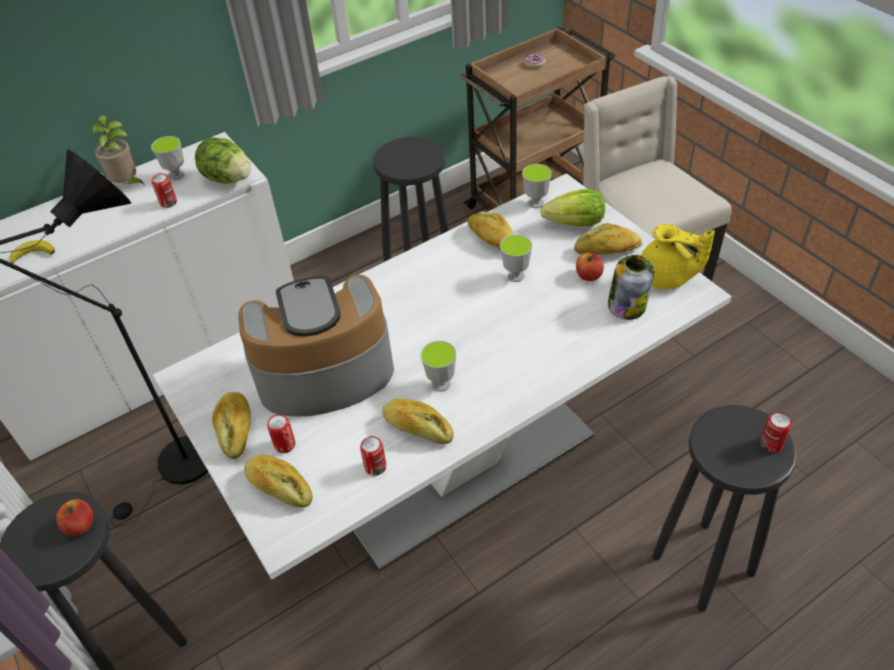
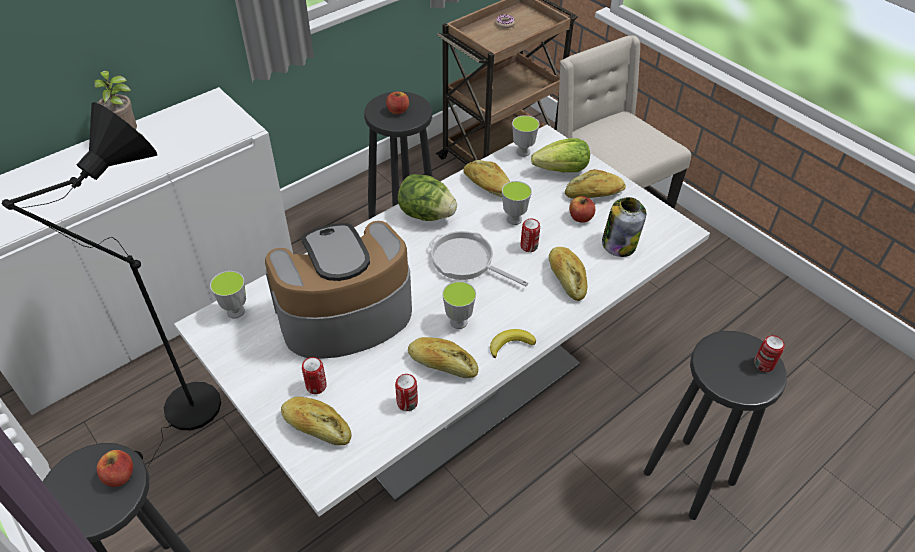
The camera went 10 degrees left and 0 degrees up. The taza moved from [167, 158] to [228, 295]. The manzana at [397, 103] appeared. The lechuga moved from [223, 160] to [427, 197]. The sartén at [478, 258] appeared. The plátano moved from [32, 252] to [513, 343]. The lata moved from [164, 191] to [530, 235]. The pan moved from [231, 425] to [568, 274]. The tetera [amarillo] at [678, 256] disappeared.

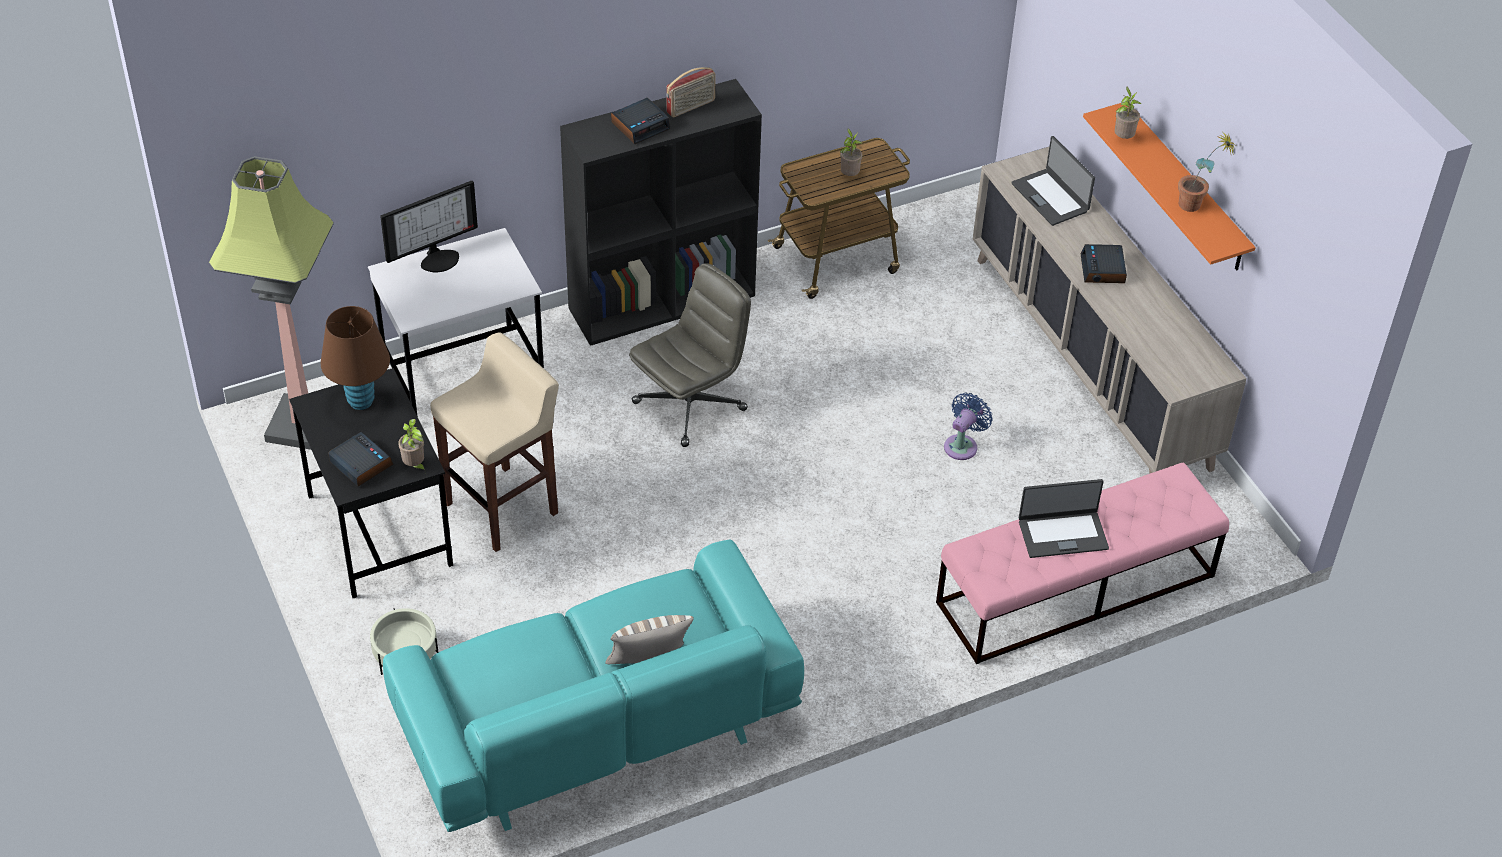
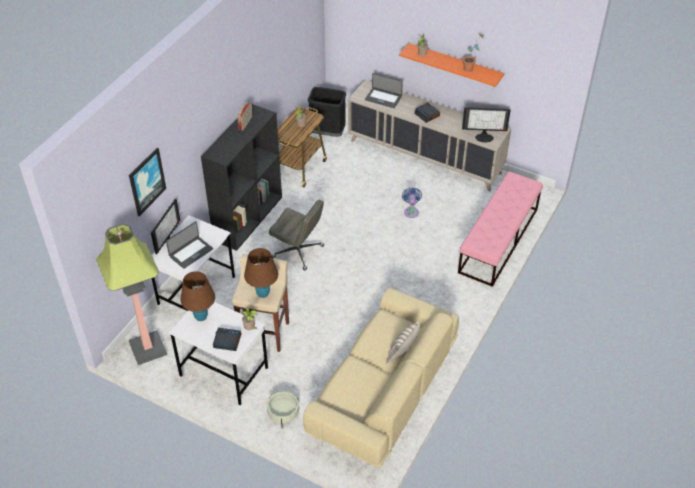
The camera went 35 degrees left and 0 degrees up. The cuadro at [147, 182] appeared. The portátil moved from [1064, 518] to [189, 245]. The escritorio [negro] at [371, 483] became the escritorio [blanco] at [218, 353]. The lámpara de mesa [marrón] at [261, 273] appeared. The silla de oficina [gris] at [690, 355] turned 105 degrees clockwise. The sofá [turquesa] at [593, 686] became the sofá [beis] at [381, 378]. The papelera [negro] at [327, 112] appeared. The monitor at [486, 125] appeared. The despertador at [640, 121] disappeared.

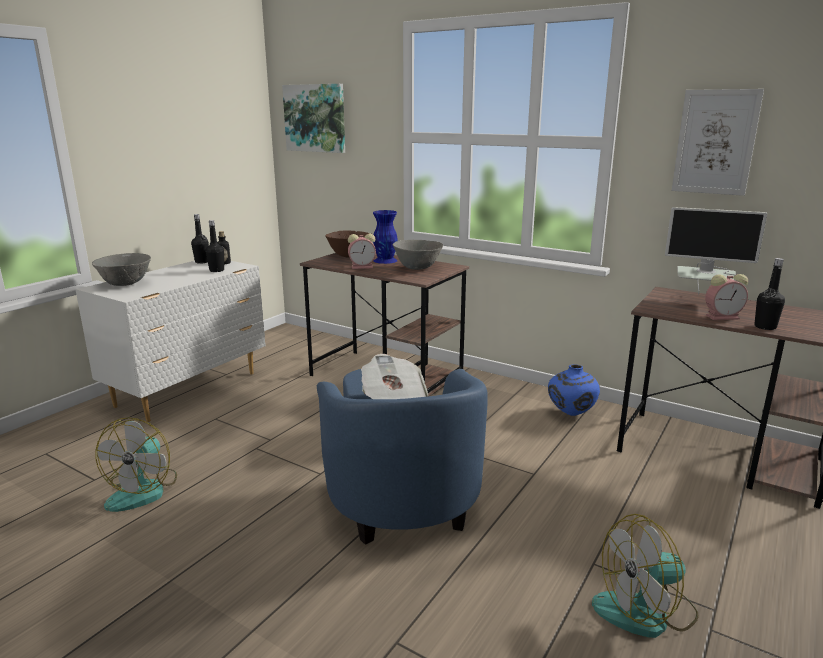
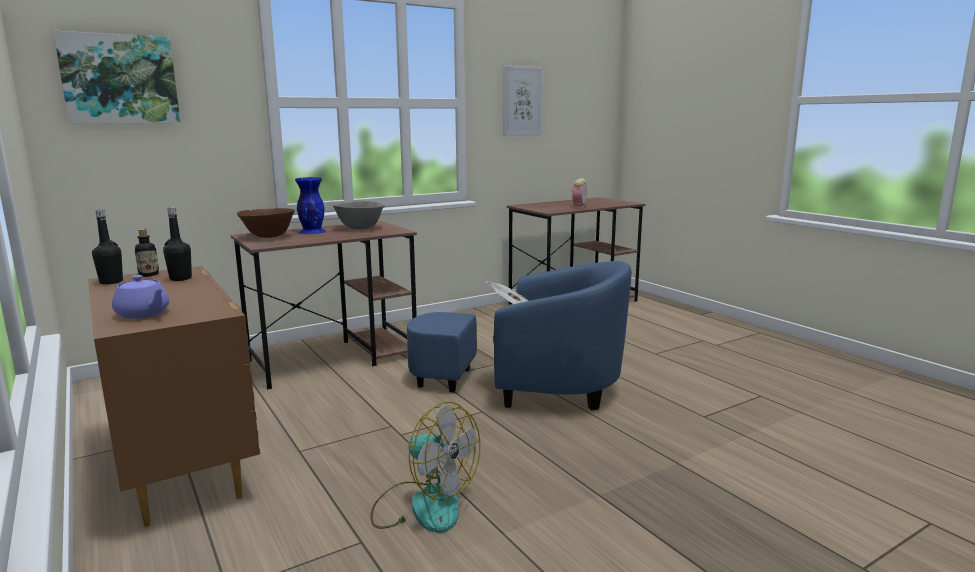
The camera went 65 degrees left and 5 degrees down. The cómoda [blanco] at [170, 341] became the cómoda [marrón] at [174, 396]. The cuenco [gris] at [121, 269] was replaced by the tetera [morado] at [140, 296]. The despertador at [362, 251] disappeared. The florero [azul] at [574, 390] disappeared. The ventilador at [645, 576] disappeared. The monitor at [716, 251] disappeared. The botella [negro] at [769, 294] disappeared.

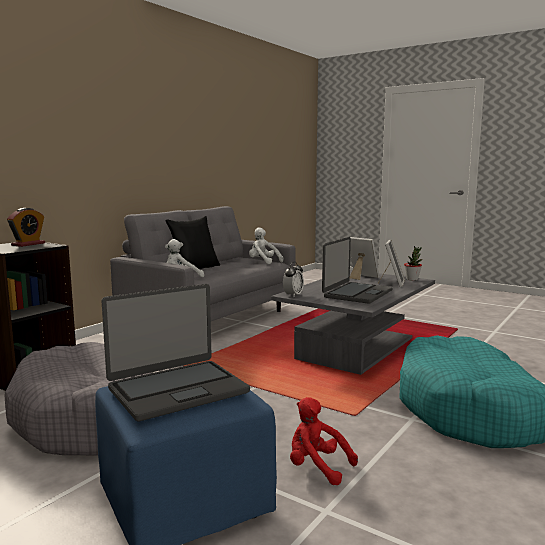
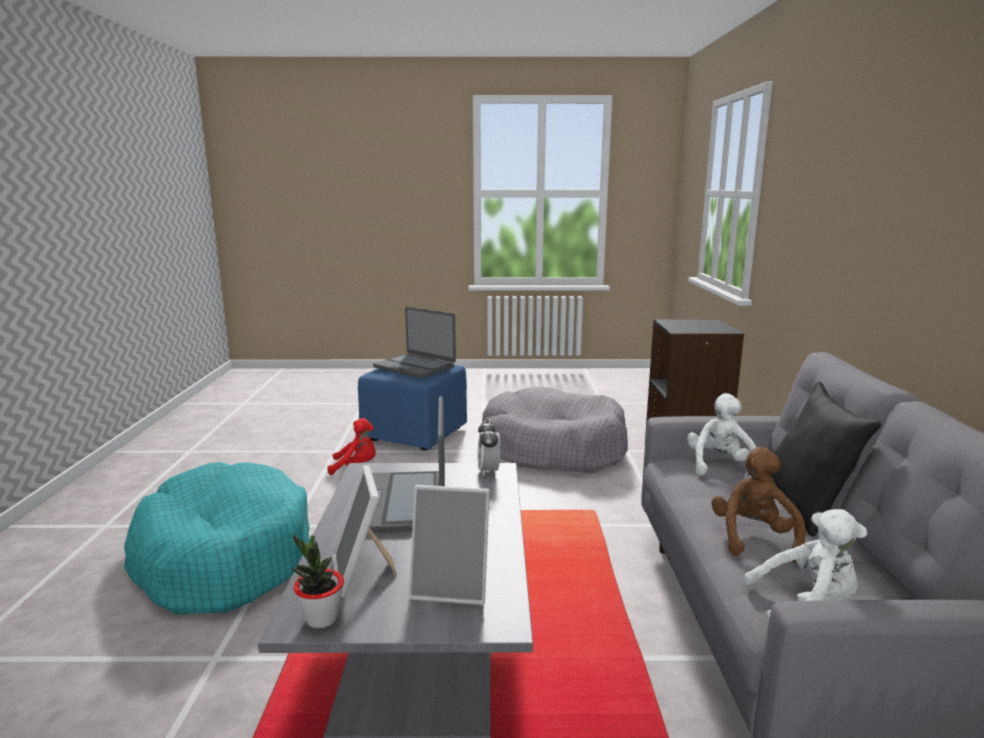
The camera went 145 degrees right and 5 degrees up. The portátil at [176, 352] turned 75 degrees counterclockwise. The peluche [marrón] at [759, 505] appeared. The despertador at [26, 227] disappeared.

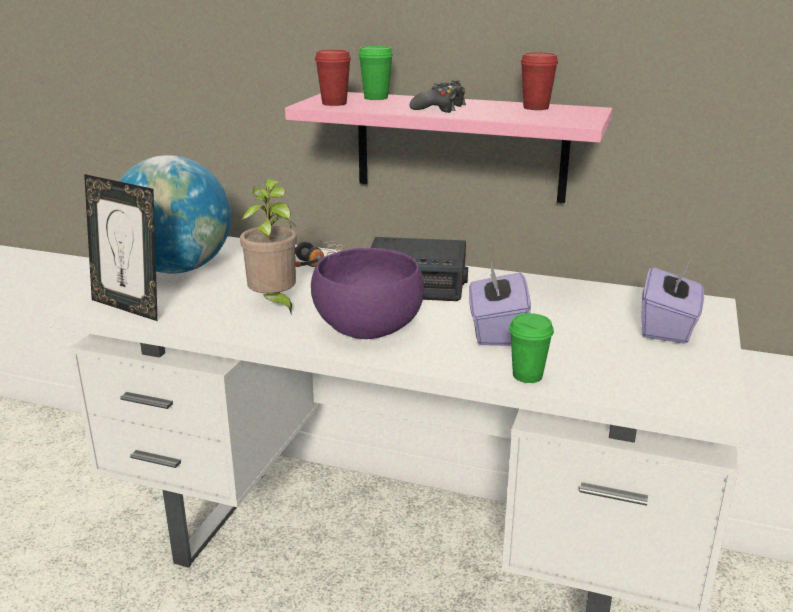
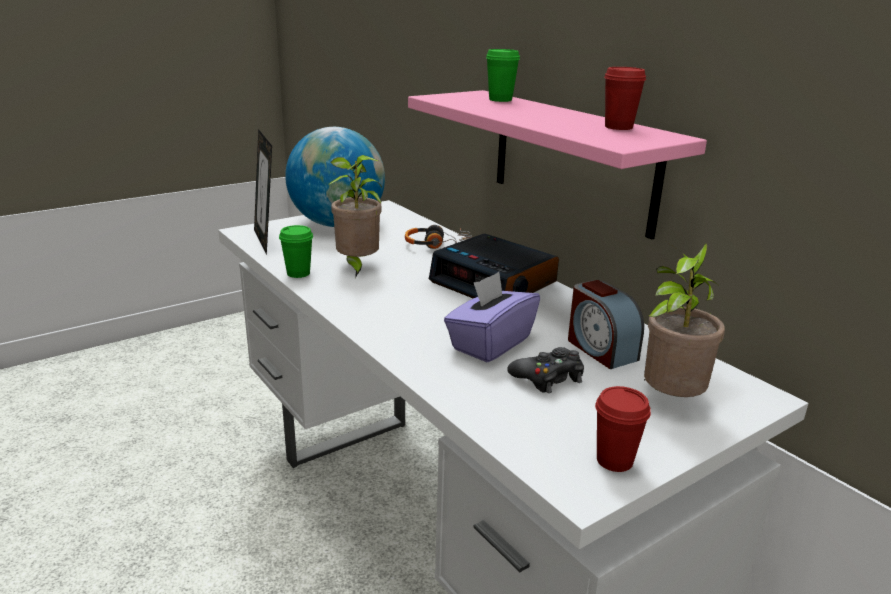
The camera went 35 degrees right and 0 degrees up. The taza [verde] moved from [531, 348] to [296, 251]. The mando de consola [negro] moved from [437, 96] to [545, 370]. The despertador at [606, 324] appeared. The taza [rojo] moved from [333, 78] to [623, 429]. The caja de pañuelos [morado] at [672, 302] was replaced by the planta en maceta at [684, 319]. The cuenco [morado] at [367, 293] disappeared.

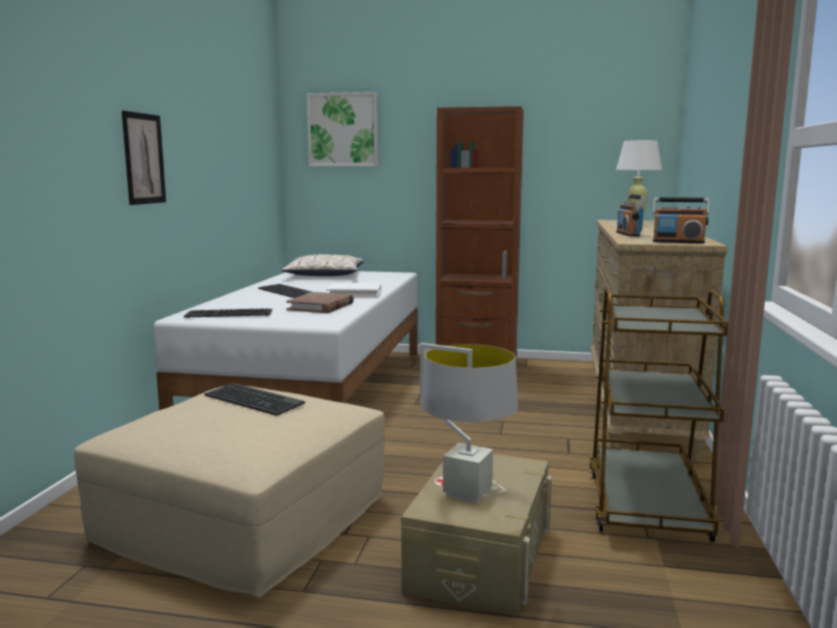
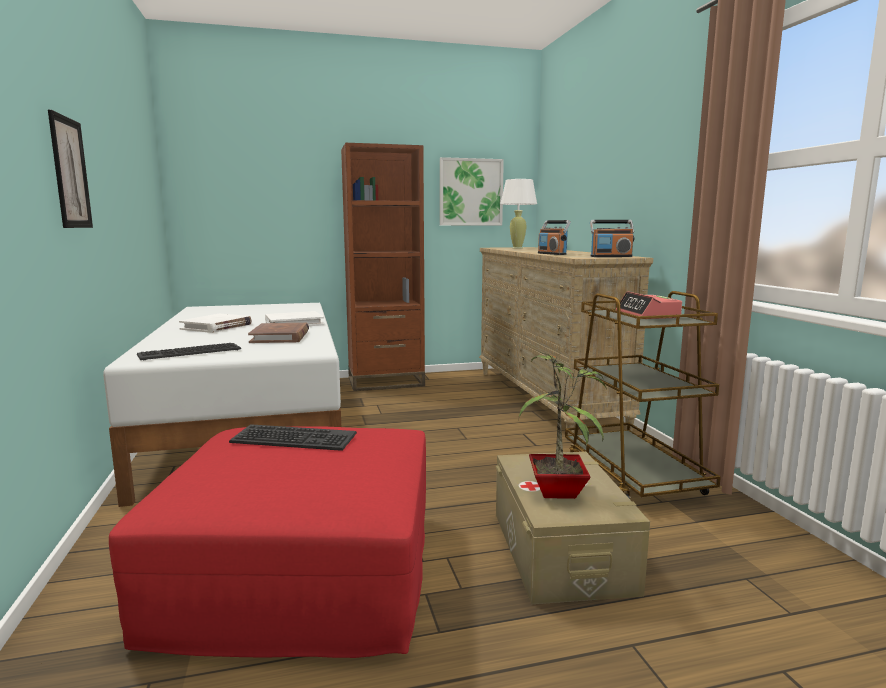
The camera went 25 degrees left and 0 degrees up. The puf [beis] at [229, 492] became the puf [rojo] at [267, 542]. The teclado at [285, 291] was replaced by the libro [blanco] at [215, 323]. The cuadro moved from [342, 129] to [472, 191]. The lámpara de mesa [gris] at [469, 423] was replaced by the planta en maceta at [563, 425]. The despertador at [649, 305] appeared. The cojín at [322, 265] disappeared.

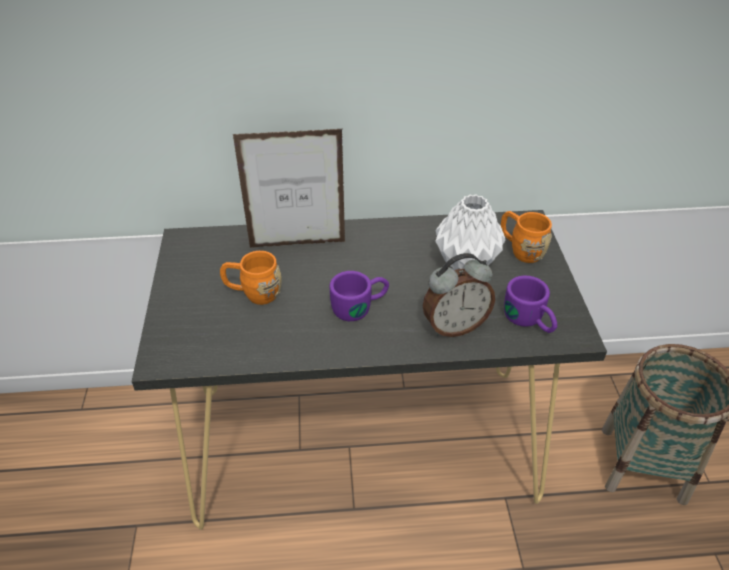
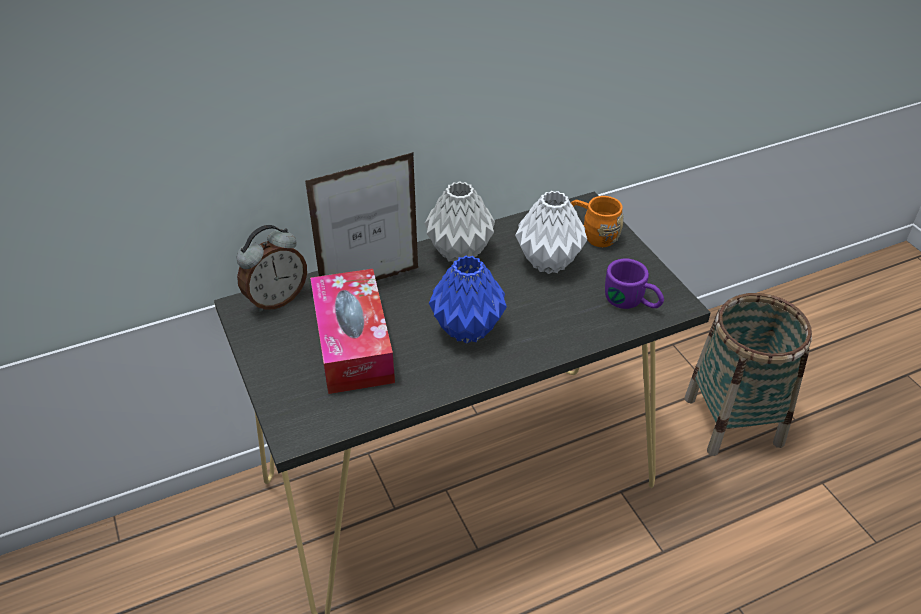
The camera went 20 degrees left and 0 degrees up. The despertador moved from [459, 295] to [271, 268]. The taza grande [naranja] at [251, 278] was replaced by the caja de pañuelos at [352, 331]. The florero [gris] at [460, 221] appeared. The taza grande [morado] at [359, 296] was replaced by the florero [azul] at [468, 299].

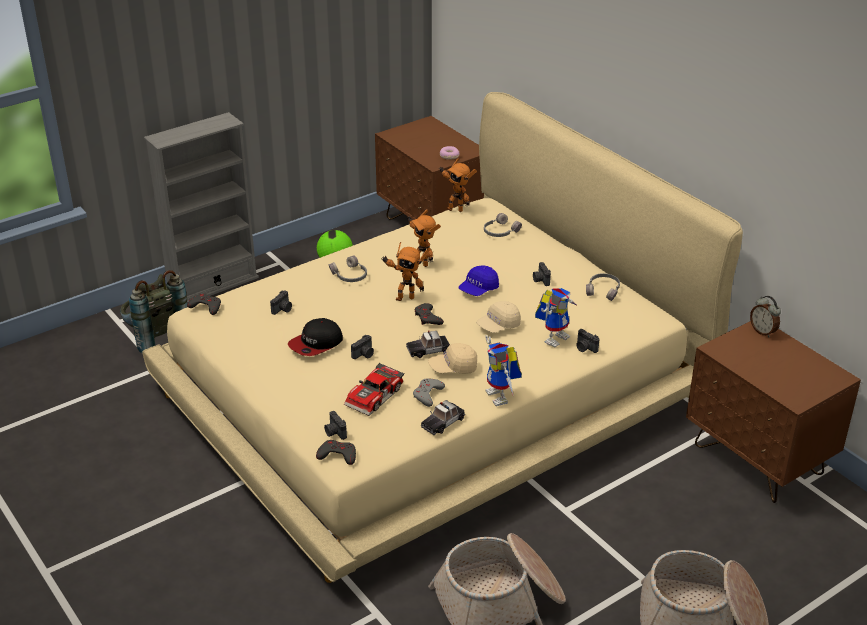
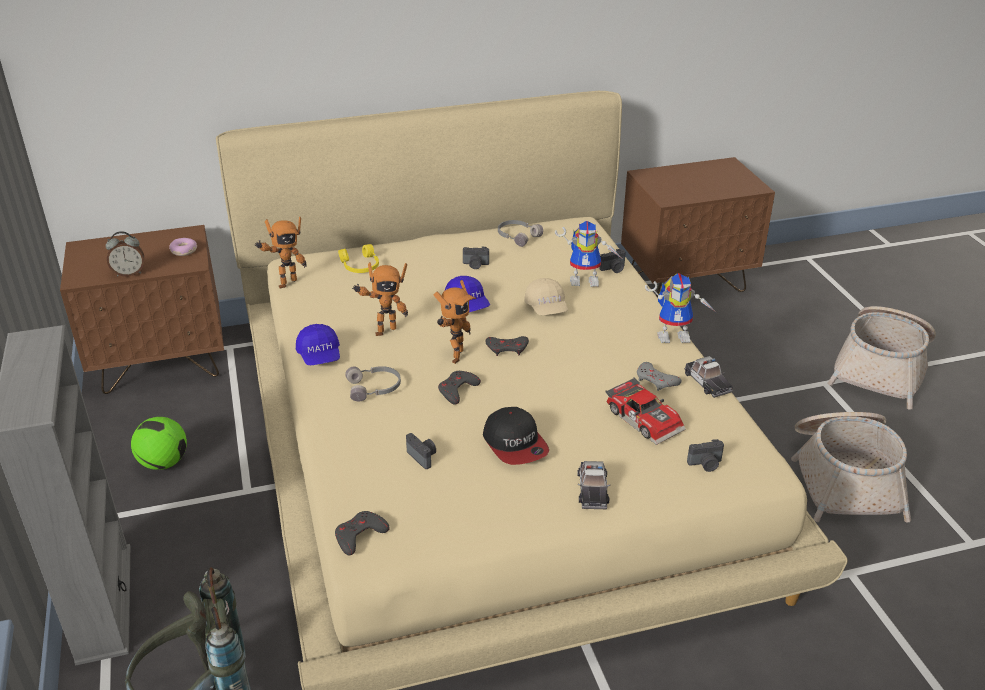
The camera went 70 degrees left and 0 degrees up. The despertador moved from [765, 317] to [125, 253]. The gorra [azul] at [318, 344] appeared. The auriculares [gris] at [503, 225] became the auriculares [amarillo] at [358, 258]. The mando de consola [gris] moved from [336, 452] to [459, 387]. The robot de juguete at [556, 318] turned 120 degrees clockwise. The coche de juguete moved from [428, 344] to [594, 485]. The cámara at [362, 347] disappeared. The gorra [beis] at [452, 358] disappeared.

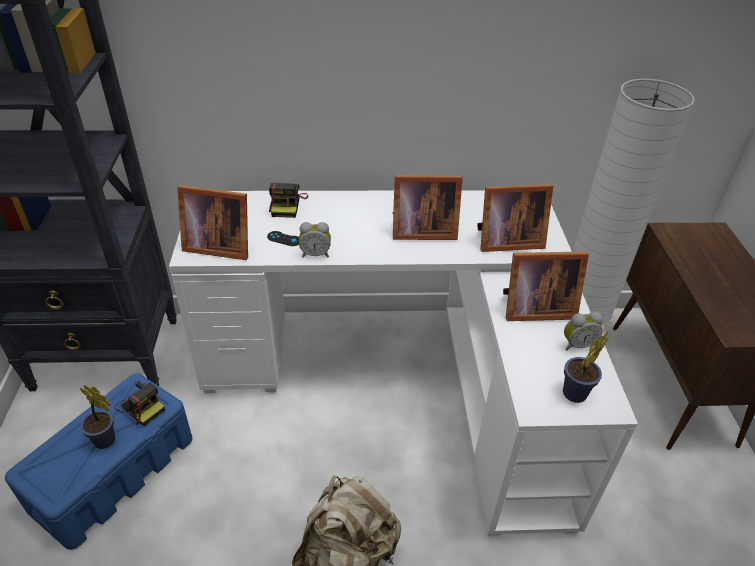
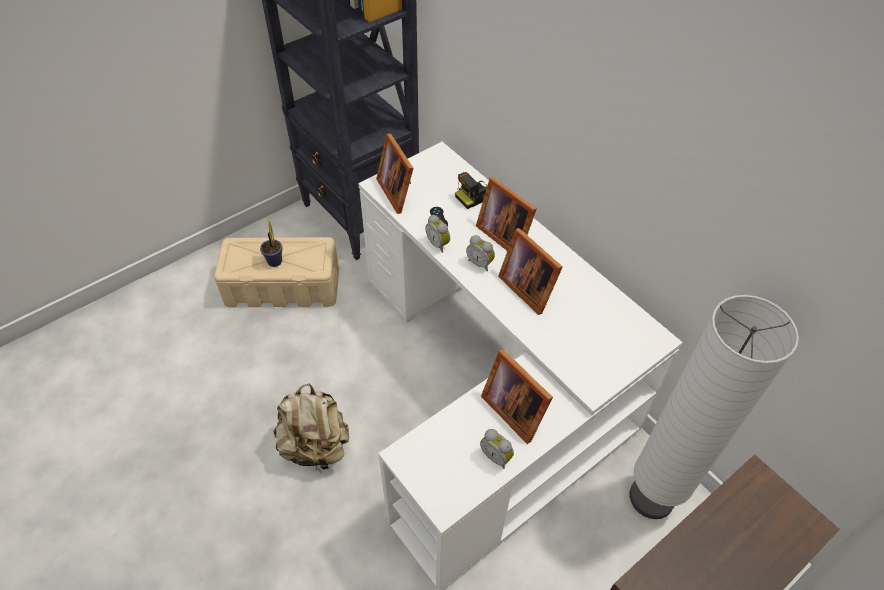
The camera went 55 degrees right and 10 degrees up. The caja de almacenaje [azul] at [98, 461] became the caja de almacenaje [beis] at [276, 272]. The despertador at [480, 253] appeared. The portarretratos moved from [515, 218] to [506, 214]. The cámara at [139, 403] disappeared. The planta en maceta at [586, 367] disappeared.

